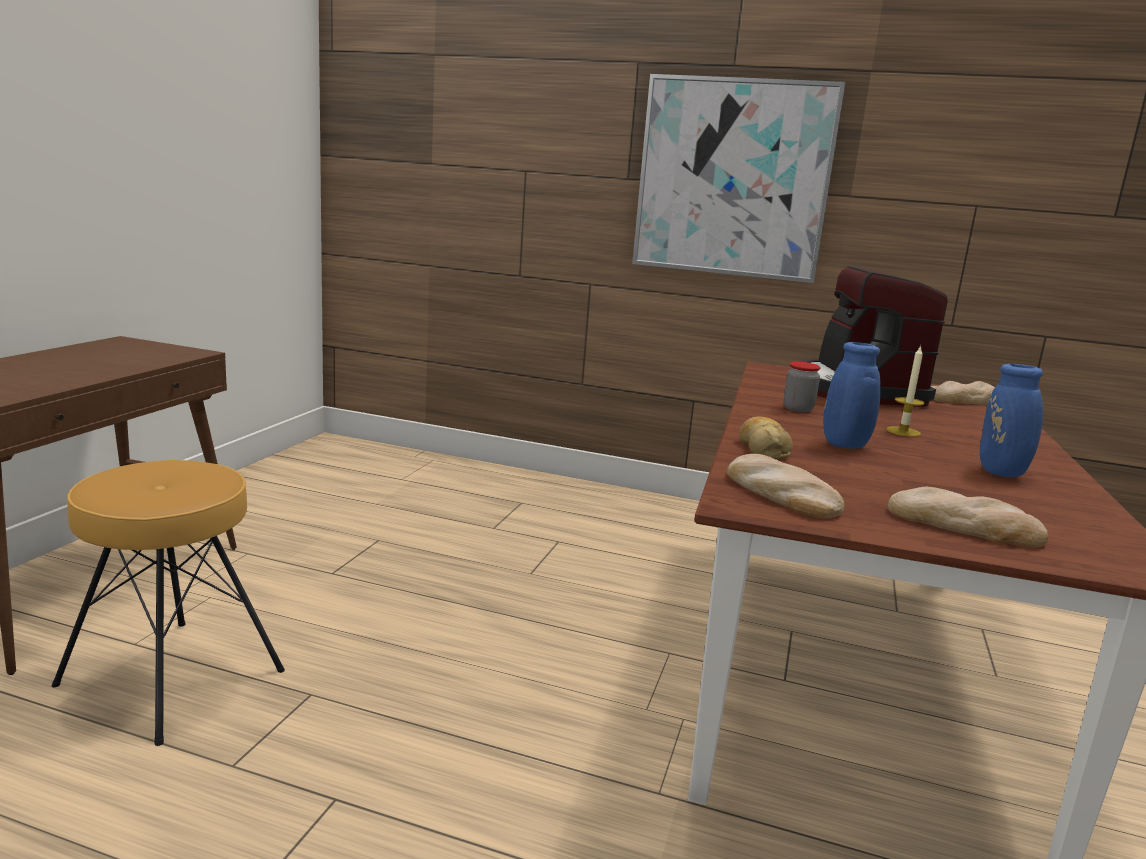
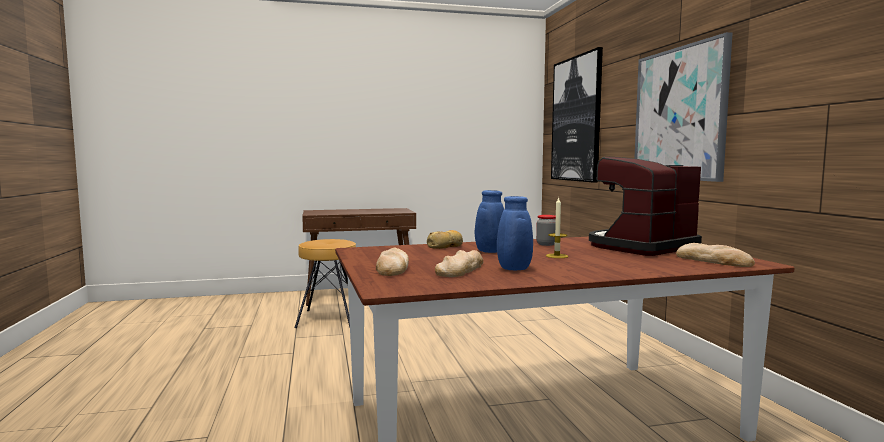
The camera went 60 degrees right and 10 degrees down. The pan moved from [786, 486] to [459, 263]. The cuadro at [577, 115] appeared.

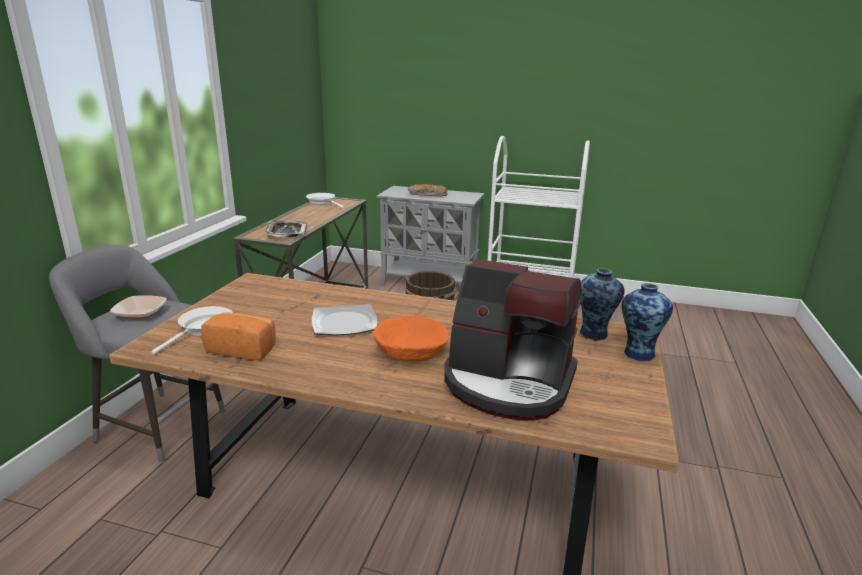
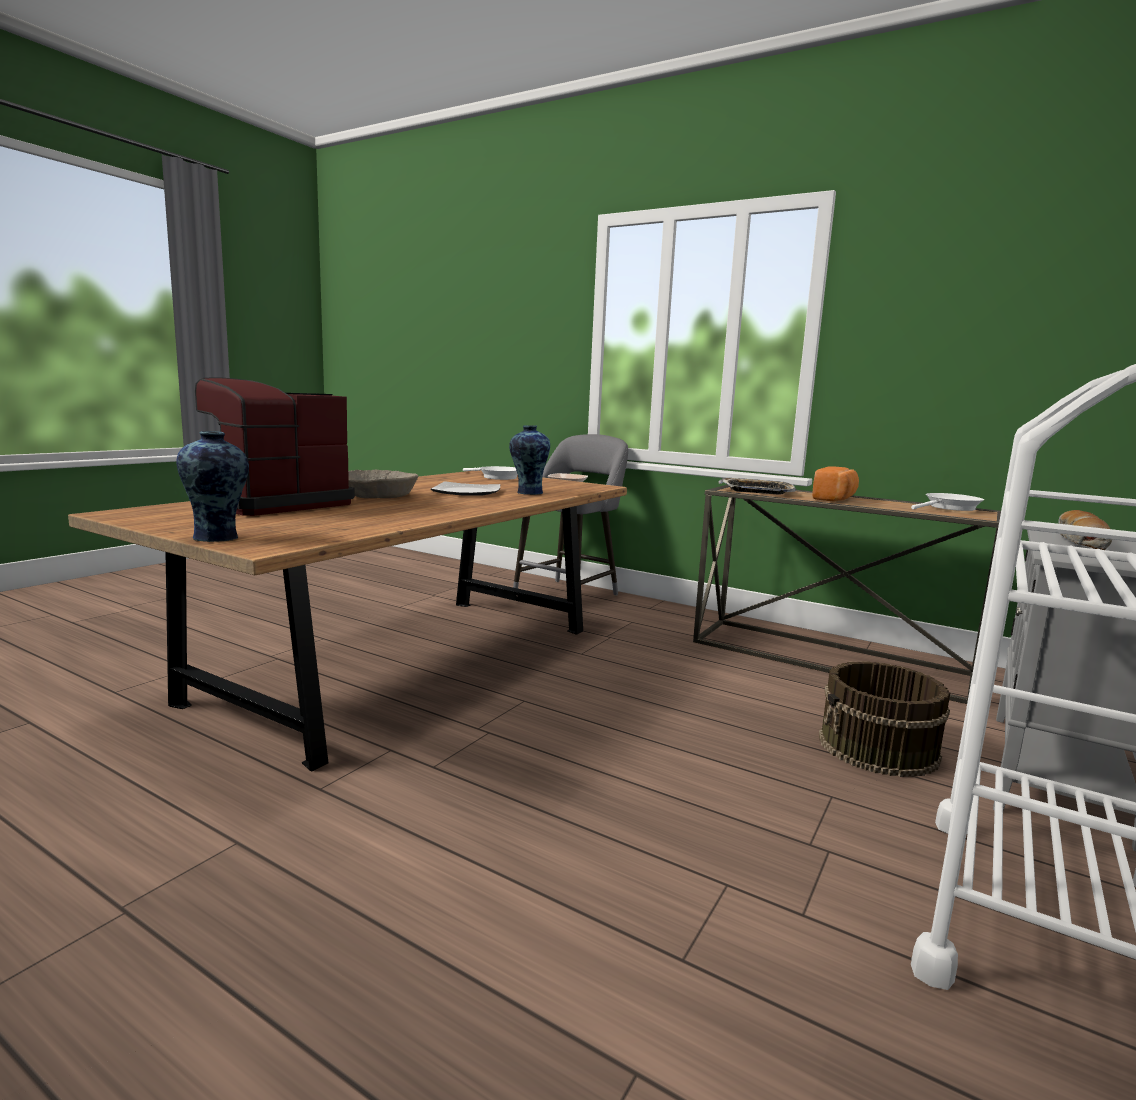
The camera went 105 degrees right and 10 degrees down. The cuenco [naranja] at [411, 339] became the cuenco [beis] at [383, 484]. The florero moved from [602, 304] to [529, 460]. The pan moved from [238, 336] to [835, 484].

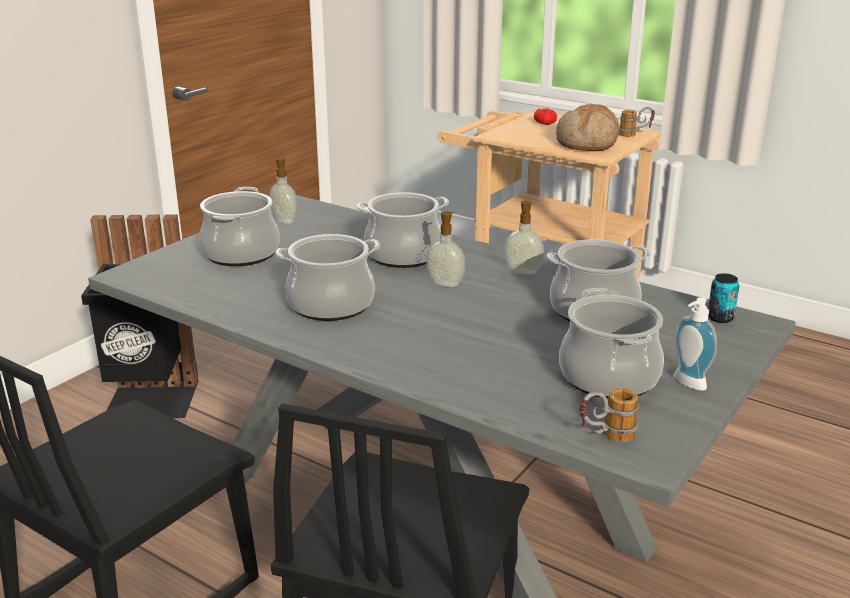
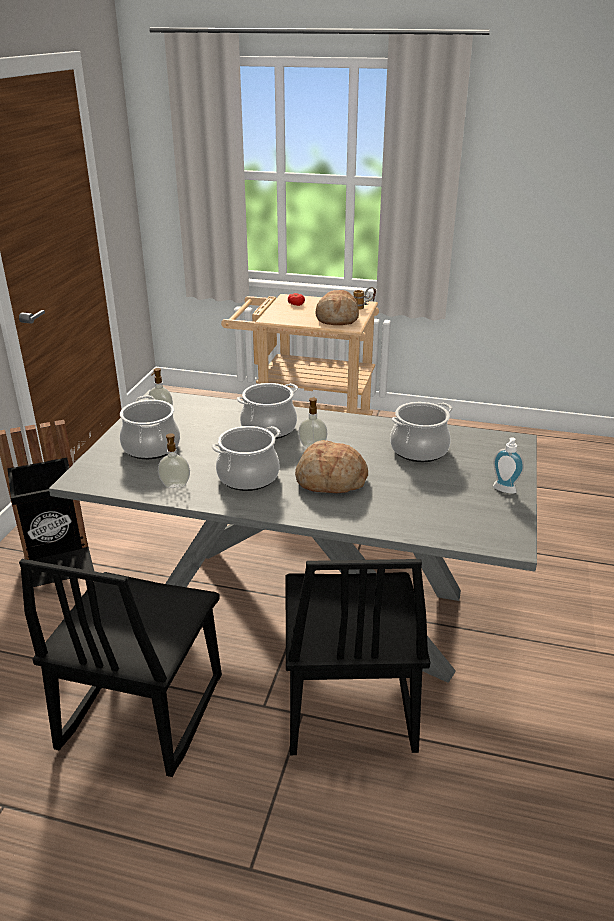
The camera went 20 degrees left and 5 degrees up. The dispensador de jabón moved from [524, 237] to [174, 460]. The pan at [331, 466] appeared. The olla at [611, 343] disappeared. The taza grande at [609, 415] disappeared. The lata at [723, 298] disappeared.

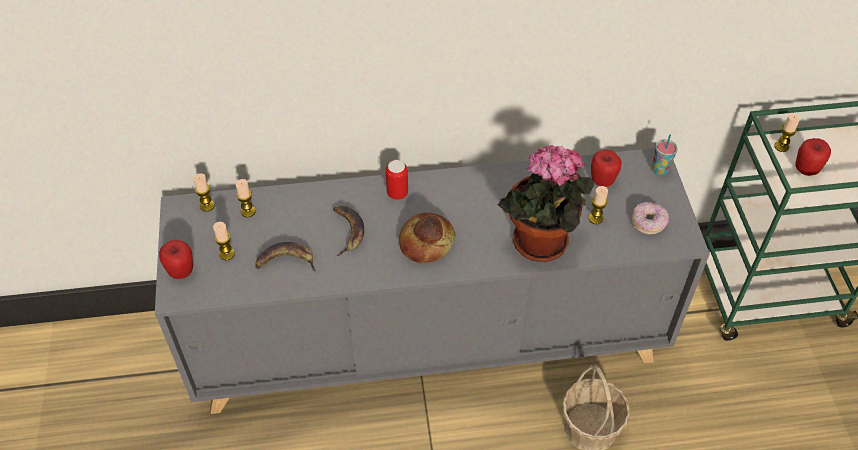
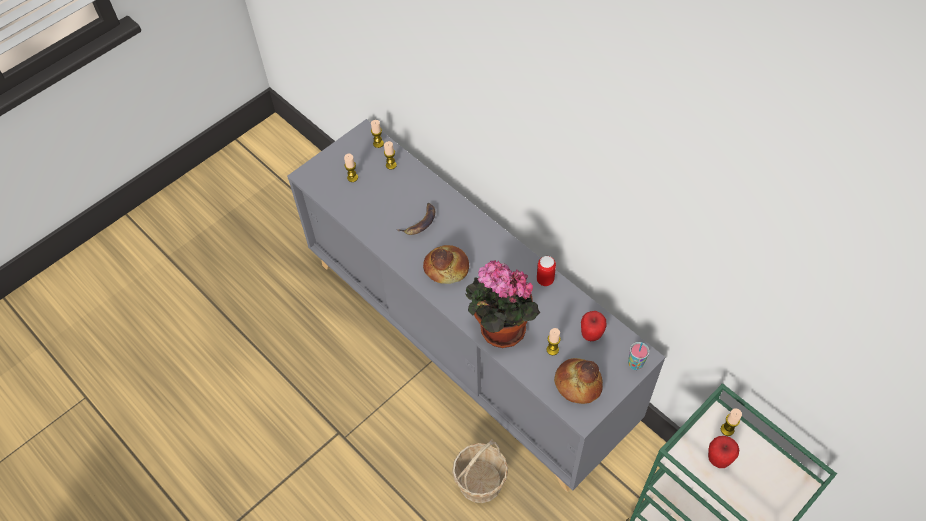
The camera went 55 degrees right and 5 degrees up. The lata moved from [397, 180] to [546, 271]. The rosquilla at [650, 218] was replaced by the pan at [578, 381]. The manzana at [176, 259] disappeared. The plátano at [285, 257] disappeared.

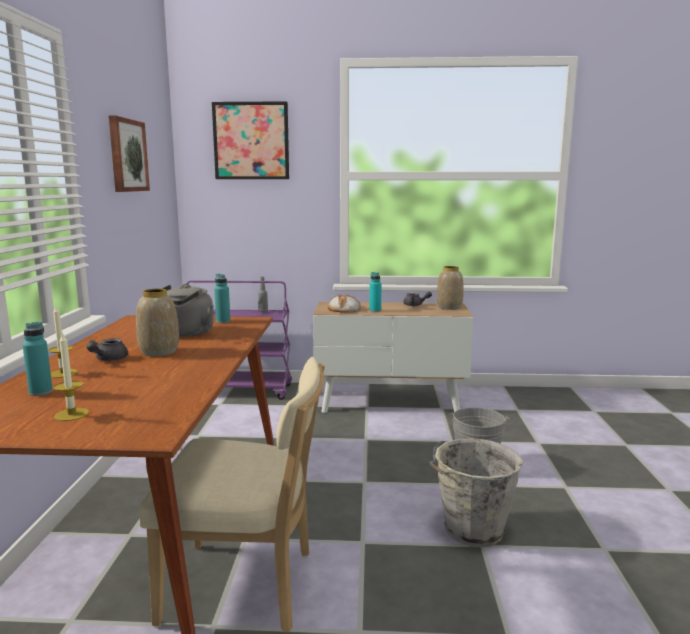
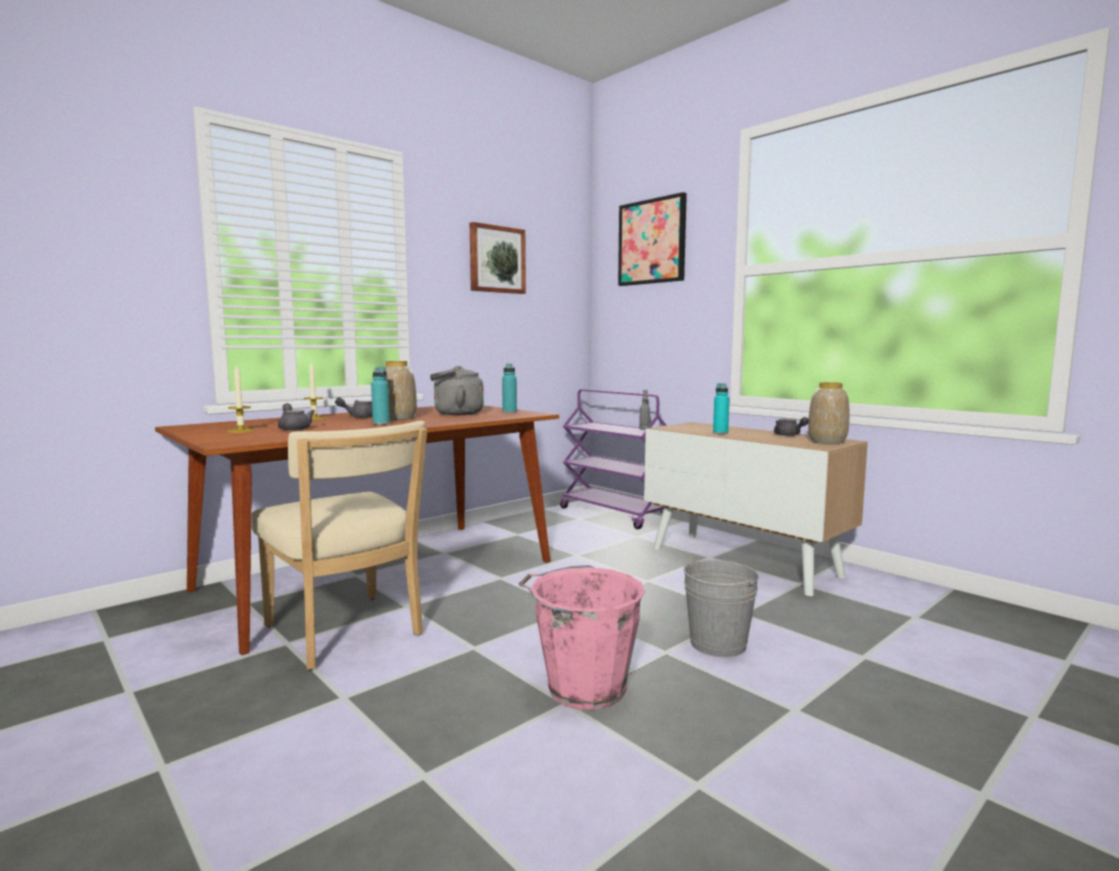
The camera went 45 degrees right and 5 degrees down. The tetera [gris] at [296, 417] appeared. The botella [turquesa] moved from [37, 359] to [380, 396]. The cubo [gris] at [476, 492] became the cubo [rosa] at [582, 637]. The pan at [344, 303] disappeared.

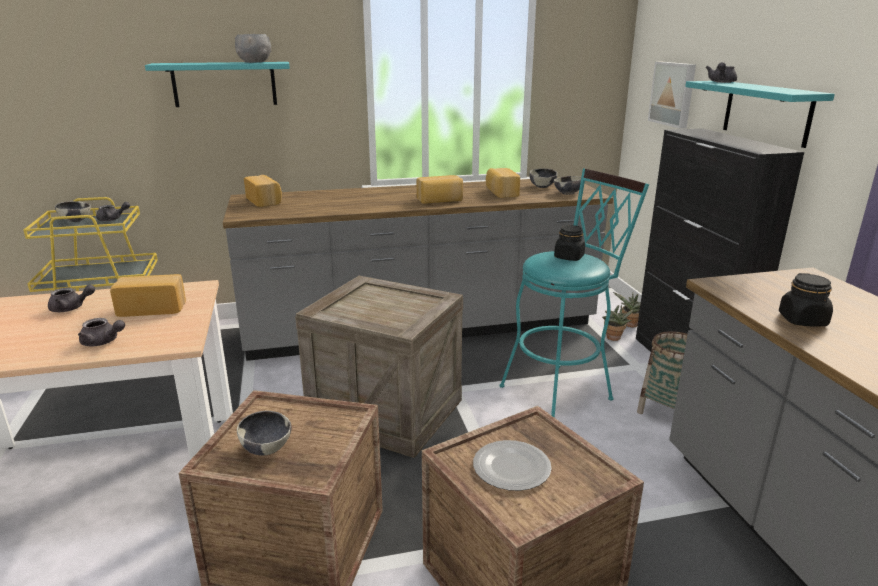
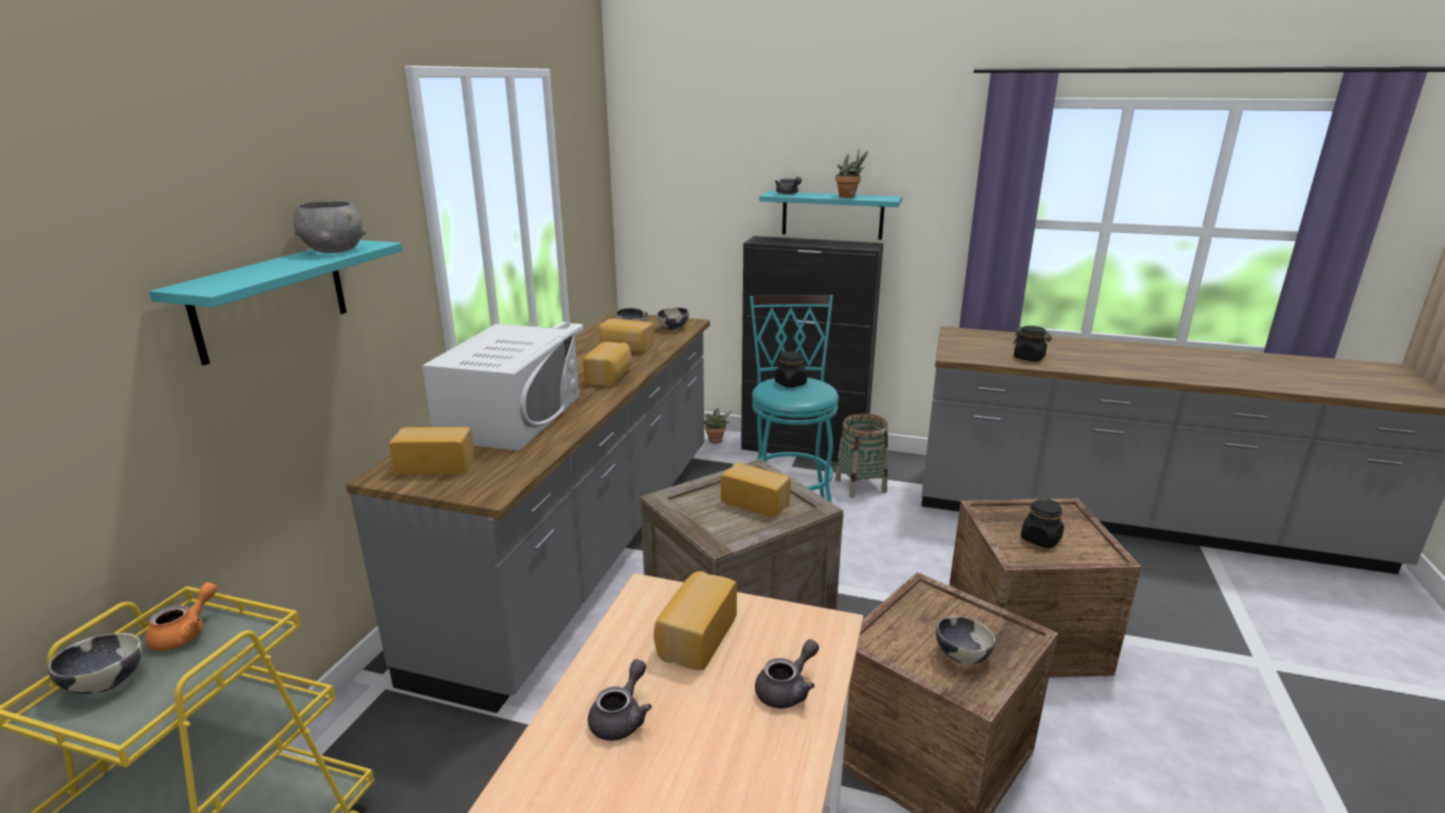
The camera went 60 degrees left and 0 degrees up. The tetera [gris] at [113, 211] became the tetera [naranja] at [181, 616]. The microondas [blanco] at [500, 387] appeared. The pan at [756, 490] appeared. The planta en maceta moved from [618, 323] to [852, 174]. The plato at [512, 465] was replaced by the tarro [negro] at [1042, 523]. The cuadro at [672, 95] disappeared.

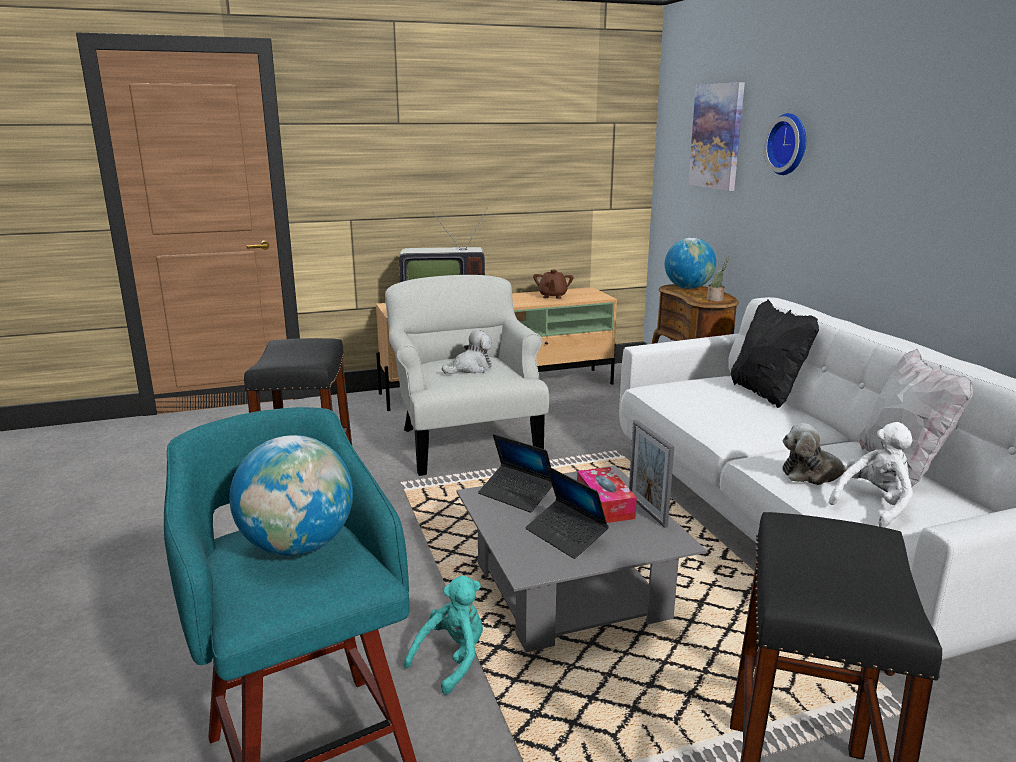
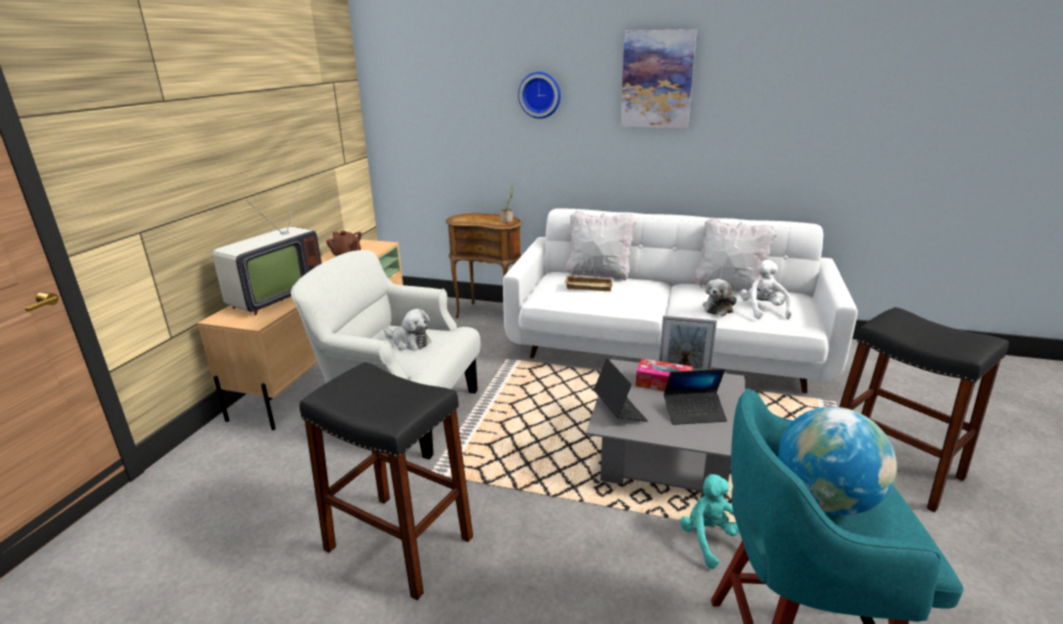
The camera went 55 degrees left and 5 degrees up. The peluche at [467, 352] turned 120 degrees clockwise. The bandeja [beis] at [588, 283] appeared. The cojín [negro] at [775, 354] became the cojín [blanco] at [601, 245]. The portátil at [515, 473] turned 90 degrees counterclockwise. The cuadro moved from [716, 136] to [658, 78]. The globo terráqueo at [690, 263] disappeared.

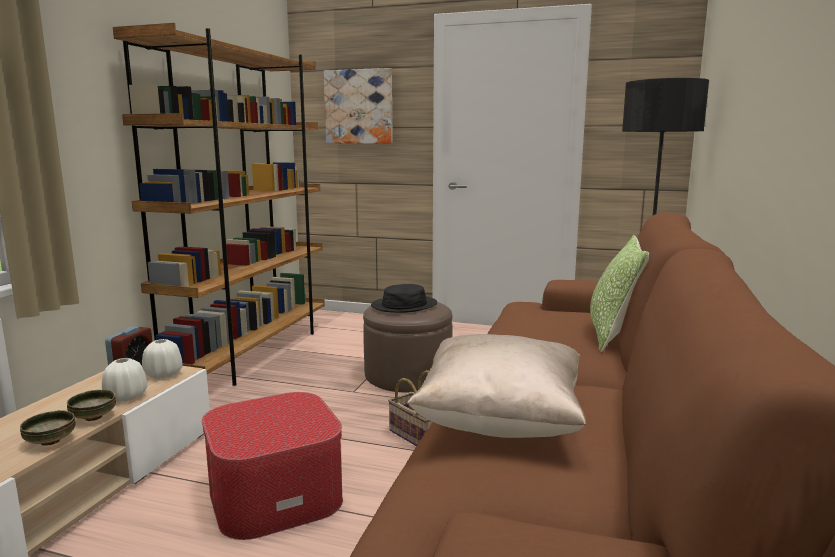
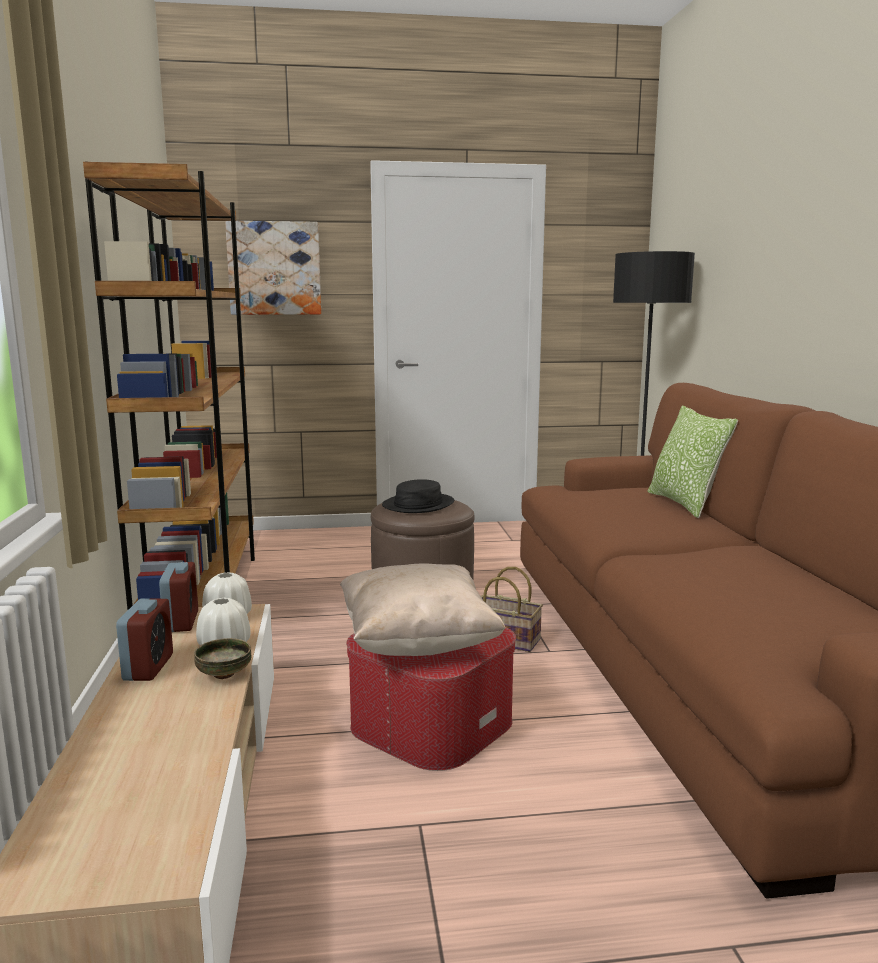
The camera went 25 degrees left and 0 degrees up. The despertador at [144, 640] appeared. The cojín [beis] moved from [496, 386] to [423, 609]. The cuenco at [48, 428] disappeared.

